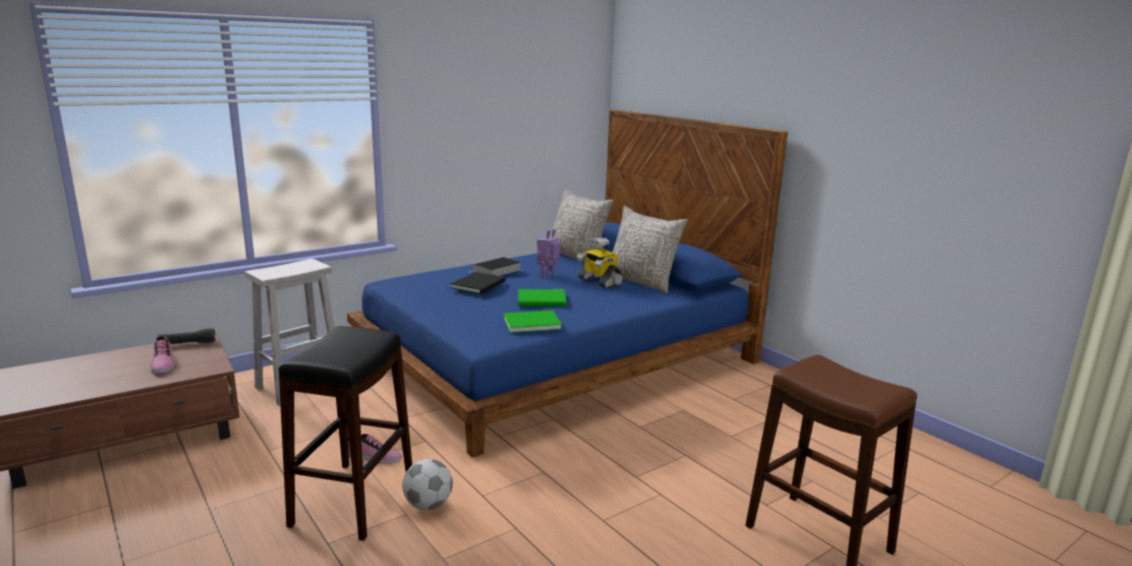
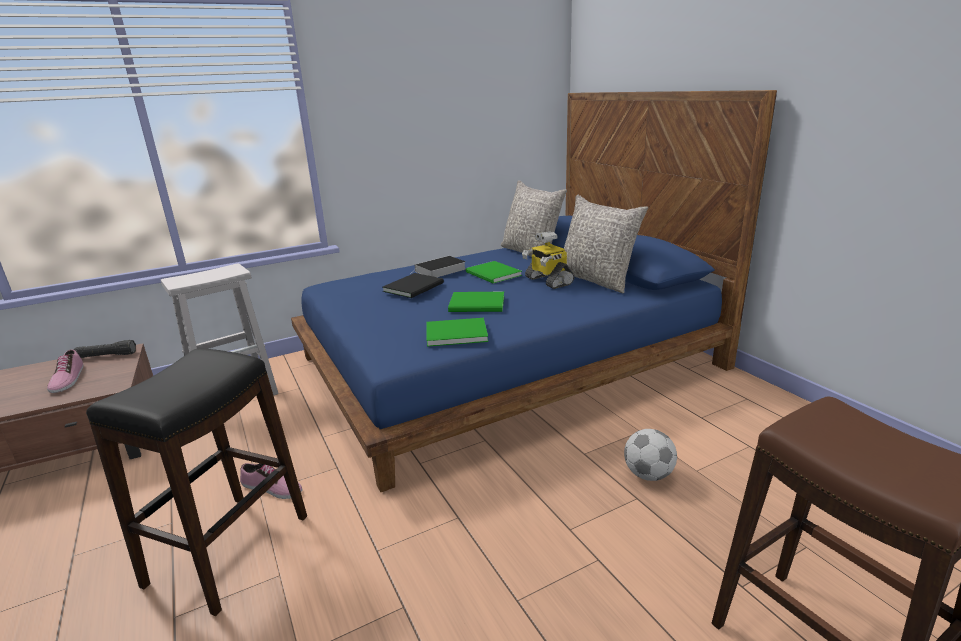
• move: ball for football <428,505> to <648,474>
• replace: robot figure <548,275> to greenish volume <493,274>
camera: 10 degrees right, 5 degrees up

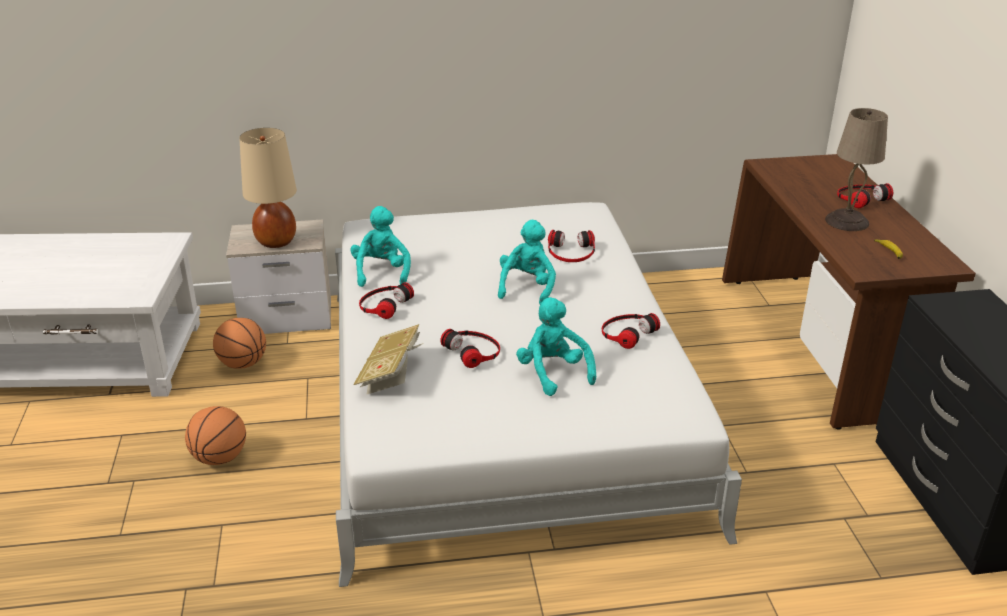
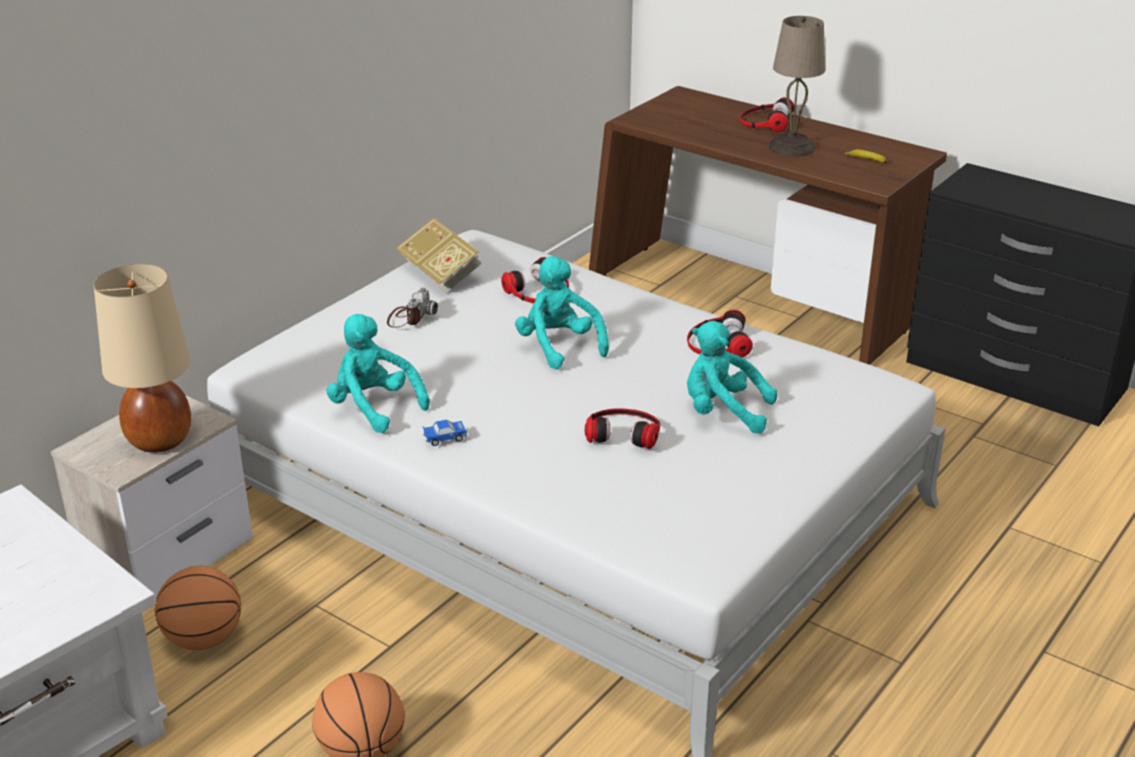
• insert: photo camera <409,317>
• move: volume <391,375> to <440,274>
• replace: pair of headphones <383,304> to model car <444,438>
camera: 45 degrees left, 0 degrees up

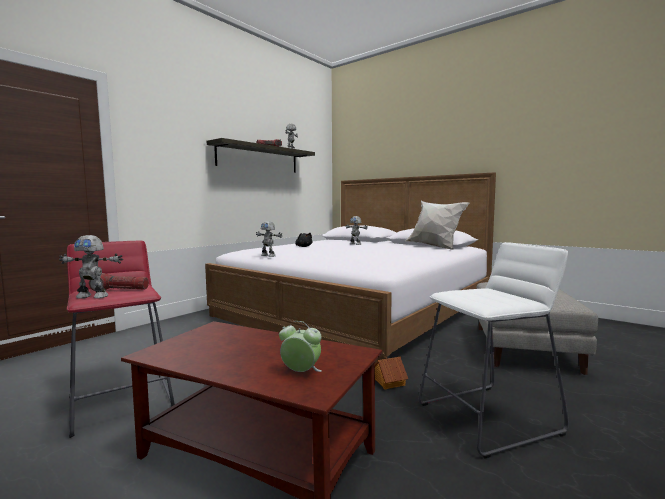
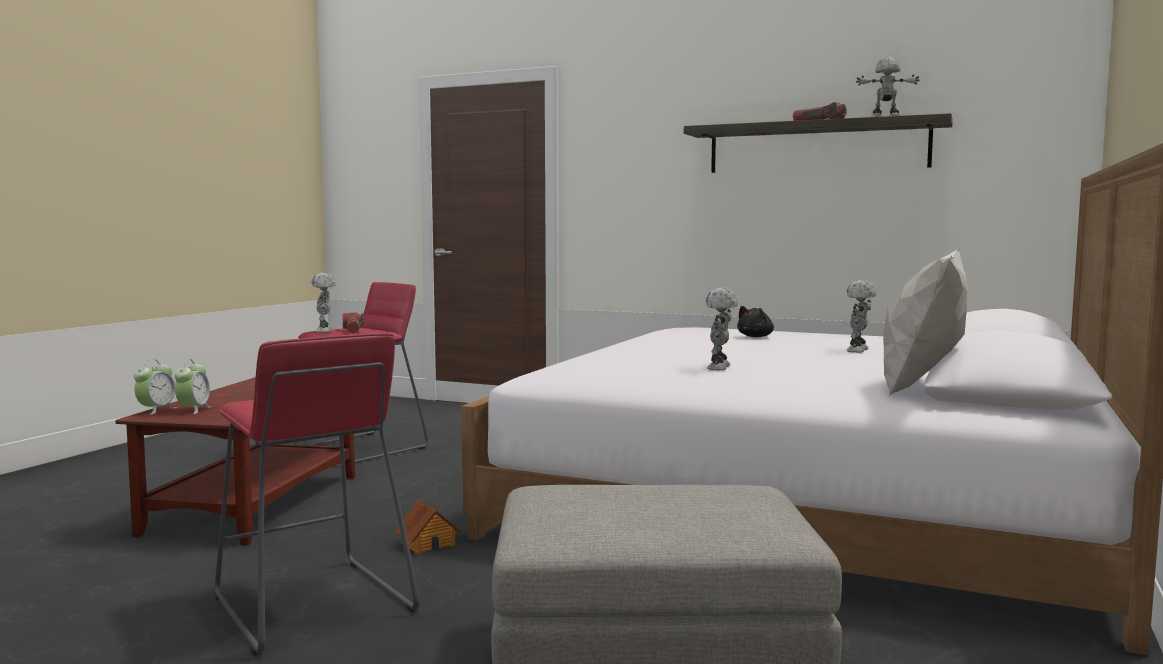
• insert: bedside clock <156,410>
• move: robot figure <268,255> to <720,367>
• recolor: white-coloured sitting stool <488,418> to red-coloured sitting stool <312,605>
camera: 75 degrees right, 0 degrees up

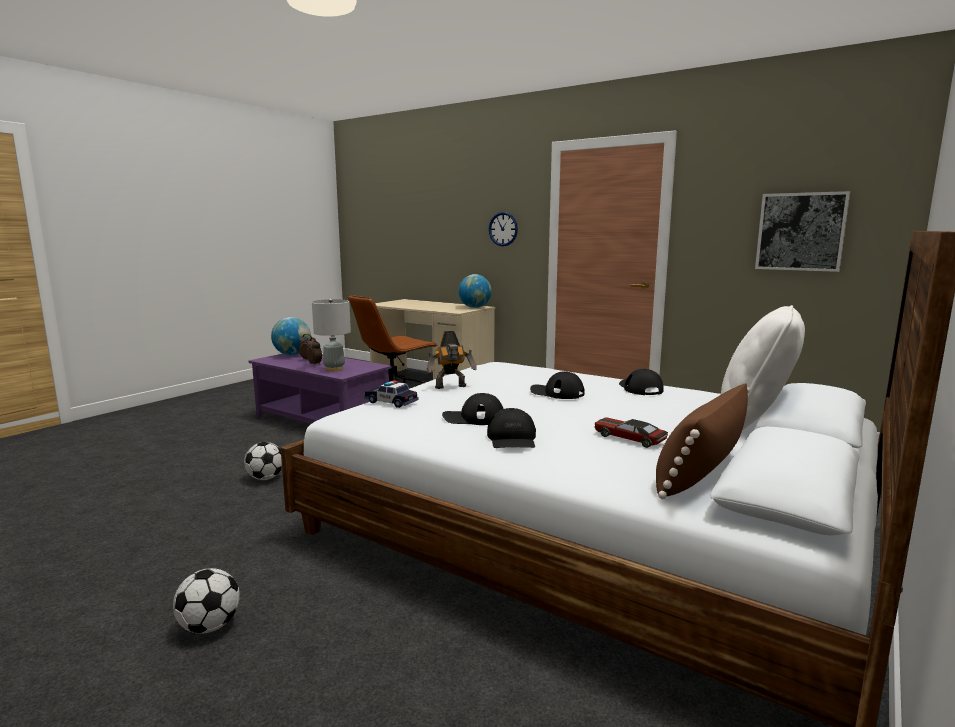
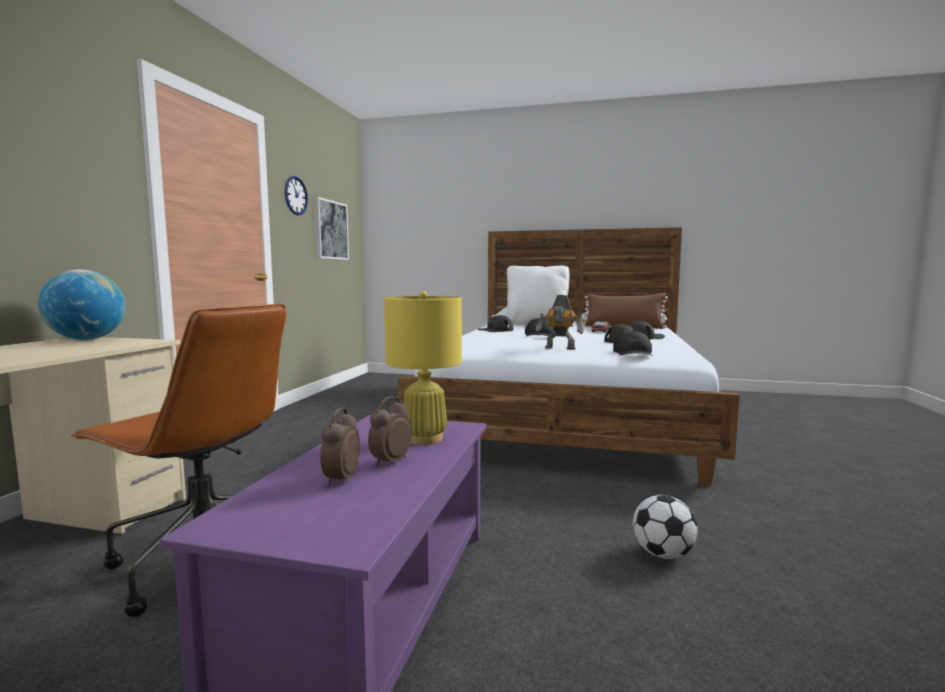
• delete: ball for football <210,626>
• delete: globe <292,355>
• move: hanging clock <503,229> to <295,195>
• replace: model car <391,402> to black-coloured cap <633,353>
• recolor: grey table lamp <334,369> to yellow-coloured table lamp <424,439>
• rotate: robot figure <451,387> = <559,348> 150 degrees clockwise
camera: 110 degrees left, 5 degrees down

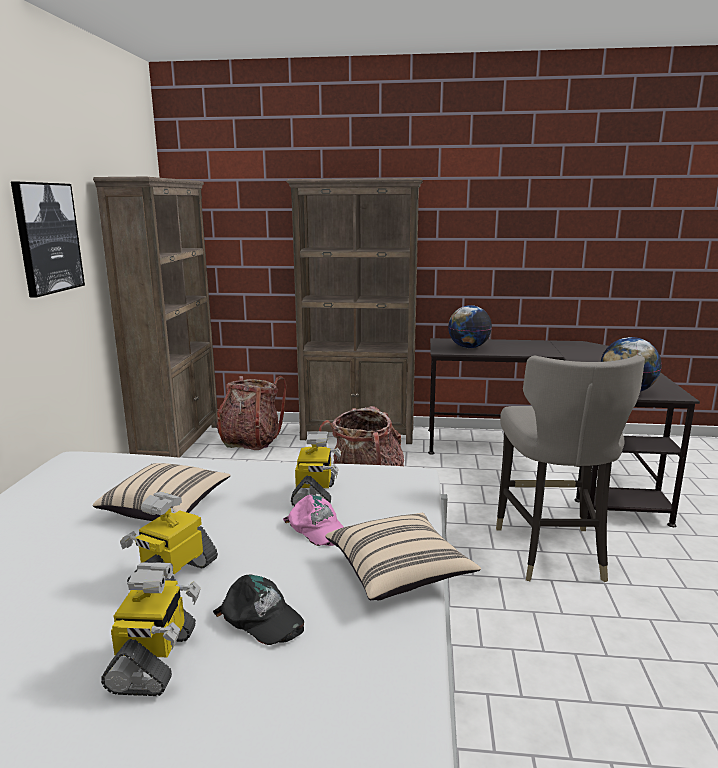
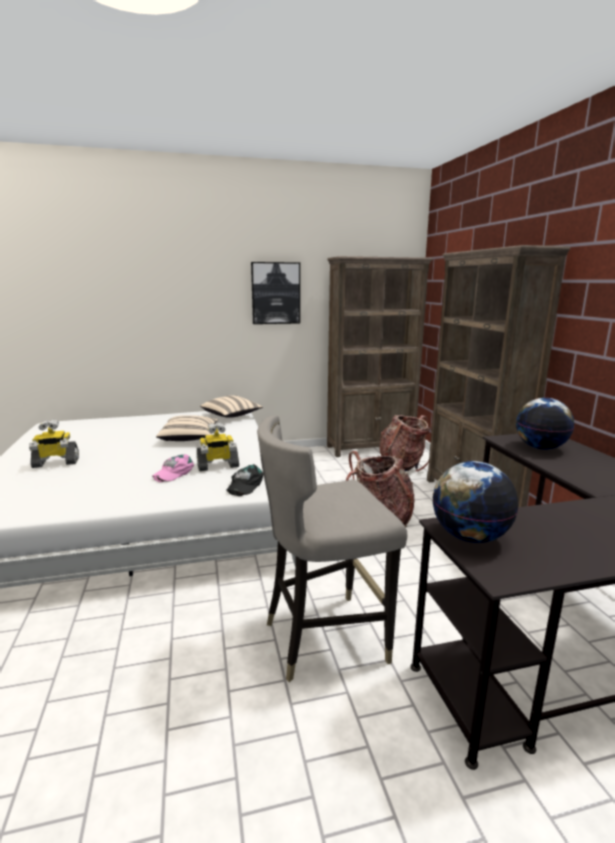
• delete: robot figure <173,575>
• move: black-coloured cap <261,618> to <244,485>
• move: sand-coloured throw pillow <399,573> to <231,415>
camera: 70 degrees right, 0 degrees up

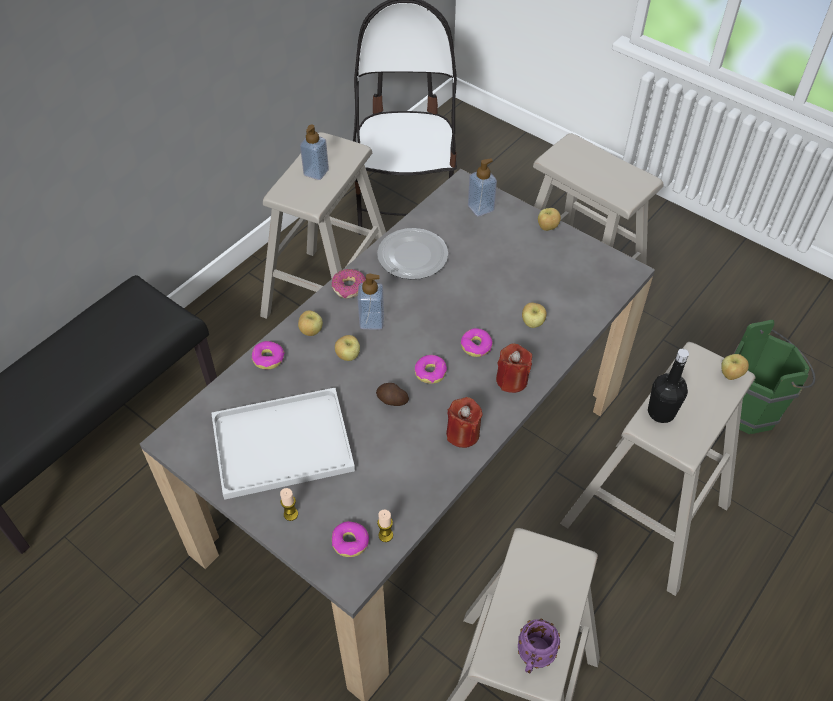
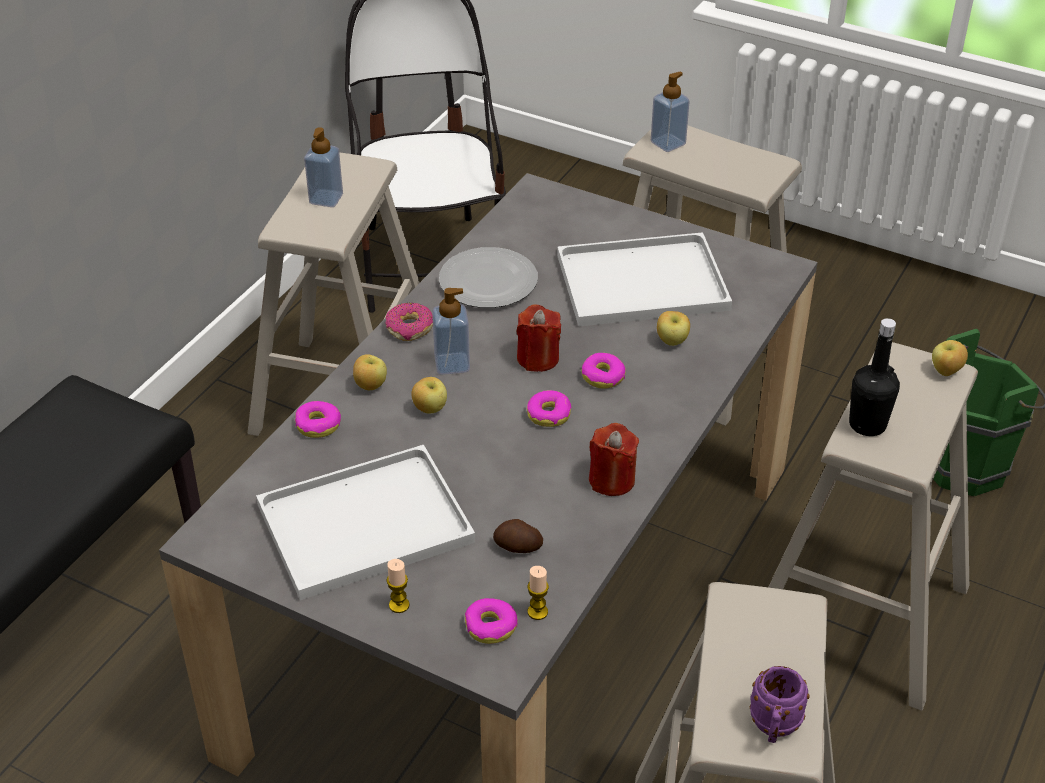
• delete: apple fruit <547,227>
• insert: white-coloured tray <639,284>
• move: potato <392,400> to <517,547>
• move: soap dispenser <480,208> to <668,143>
• move: red-coloured candle <512,380> to <538,358>
camera: 10 degrees left, 10 degrees down

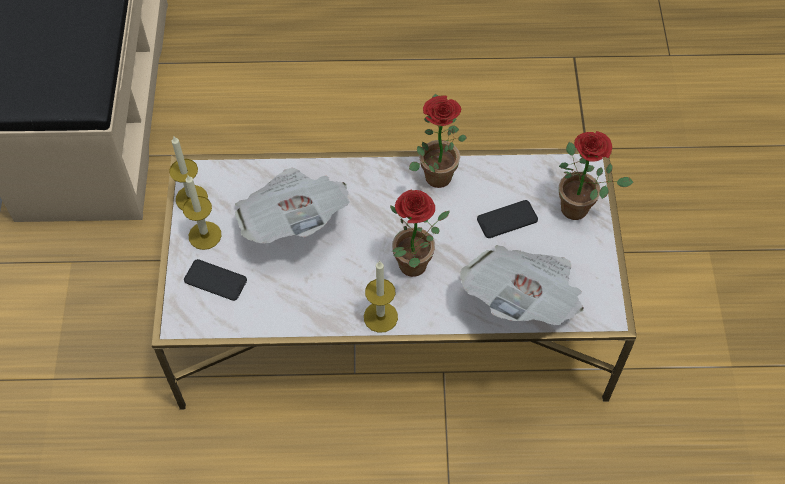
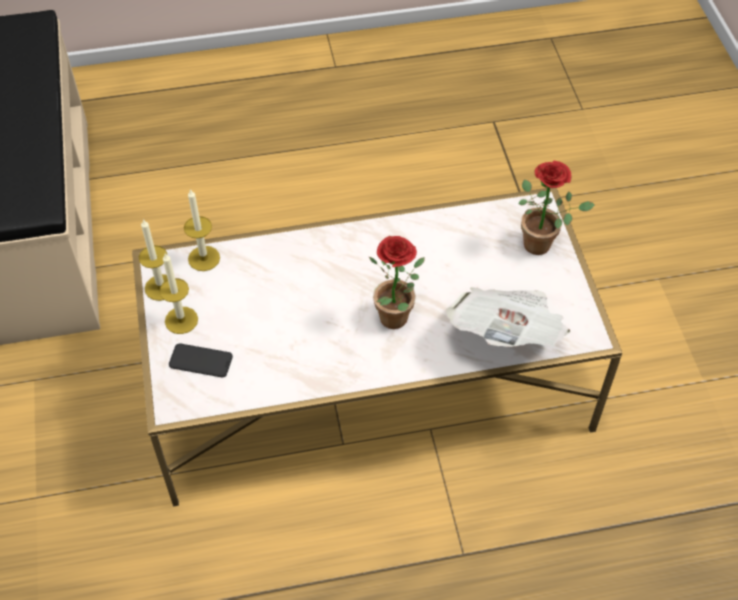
• delete: daily paper <293,220>
• delete: plant in a pot <435,172>
• delete: phone <507,219>
• move: candle <380,317> to <204,258>
camera: 10 degrees left, 5 degrees down

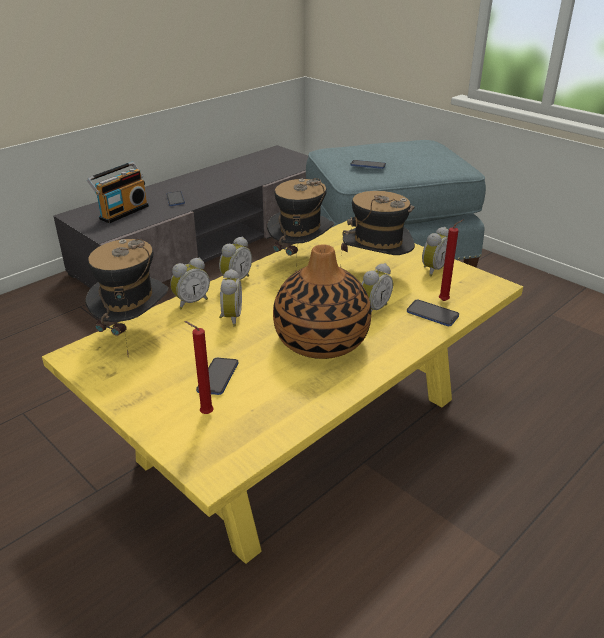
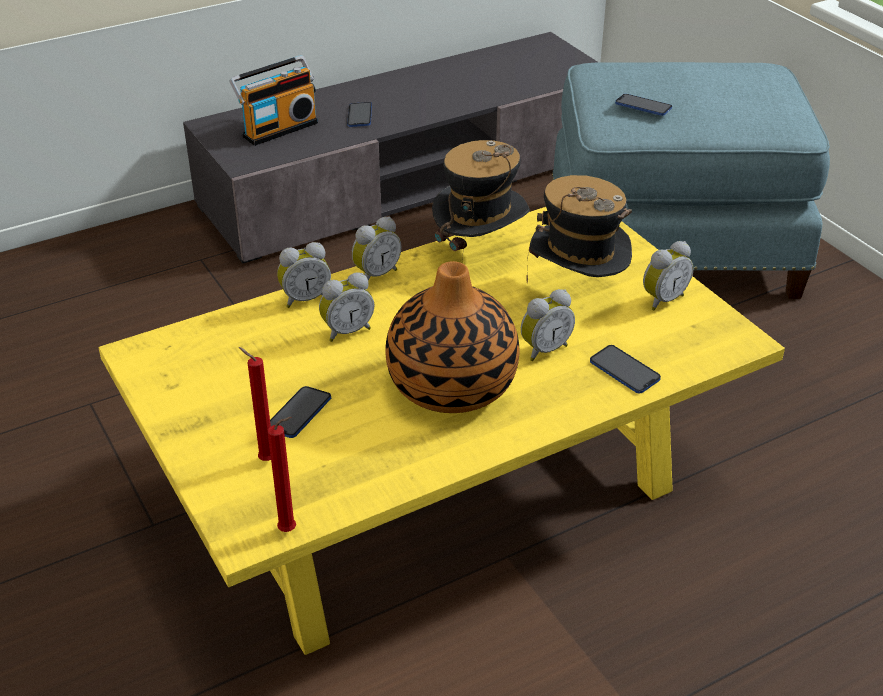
• delete: clothing hat <134,333>
• move: red-coloured candle <445,300> to <290,530>
• rotate: bedside clock <230,318> = <346,331> 45 degrees clockwise
camera: 15 degrees right, 5 degrees up

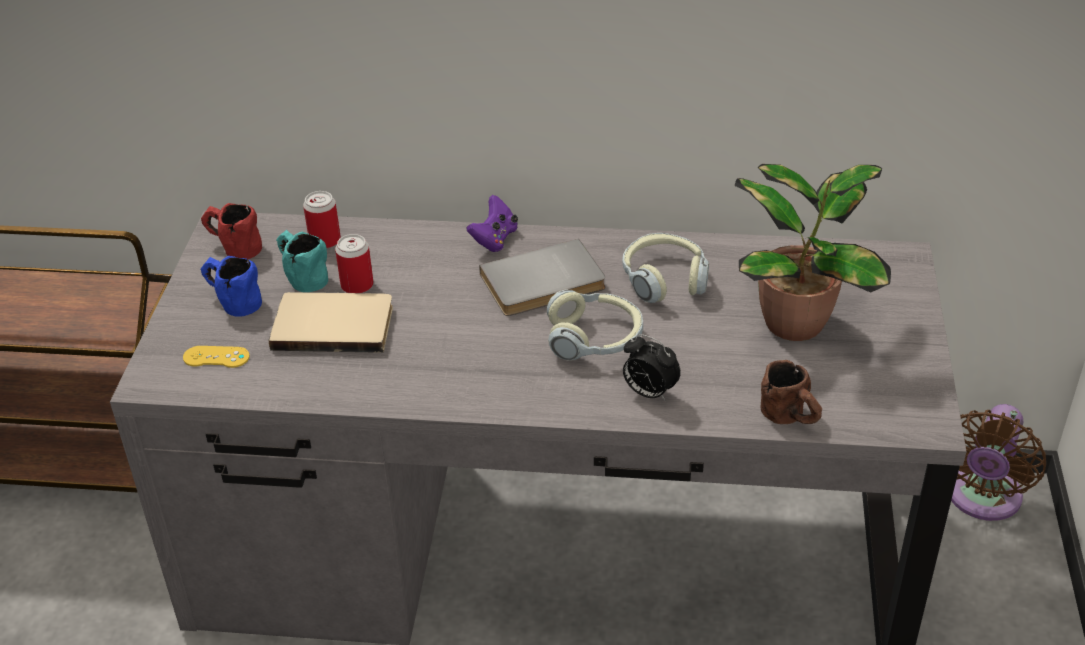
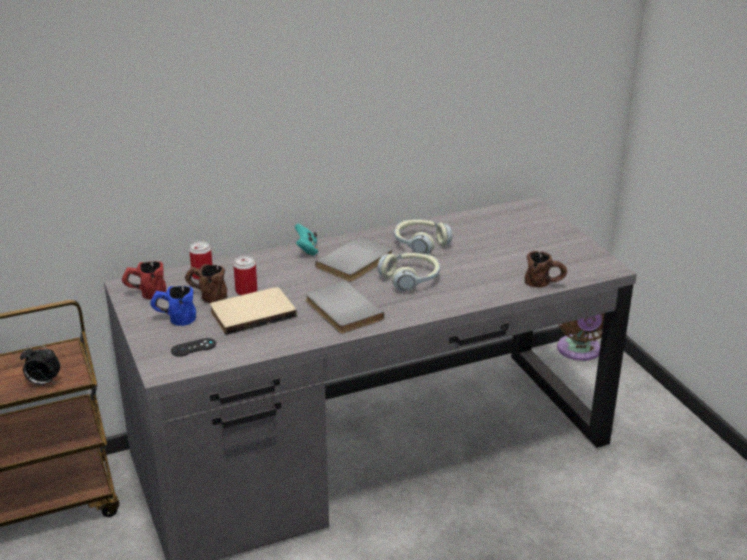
• delete: plant in a pot <798,321>
• insert: grey volume <341,310>
• move: bedside clock <648,392> to <43,383>
• recolor: yellow-coloured joypad <216,357> to black-coloured joypad <193,347>
• recolor: turquoise-coloured mug <301,276> to brown-coloured mug <206,296>
• recolor: purple-coloured joypad <494,239> to turquoise-coloured joypad <307,250>
camera: 30 degrees left, 10 degrees down

